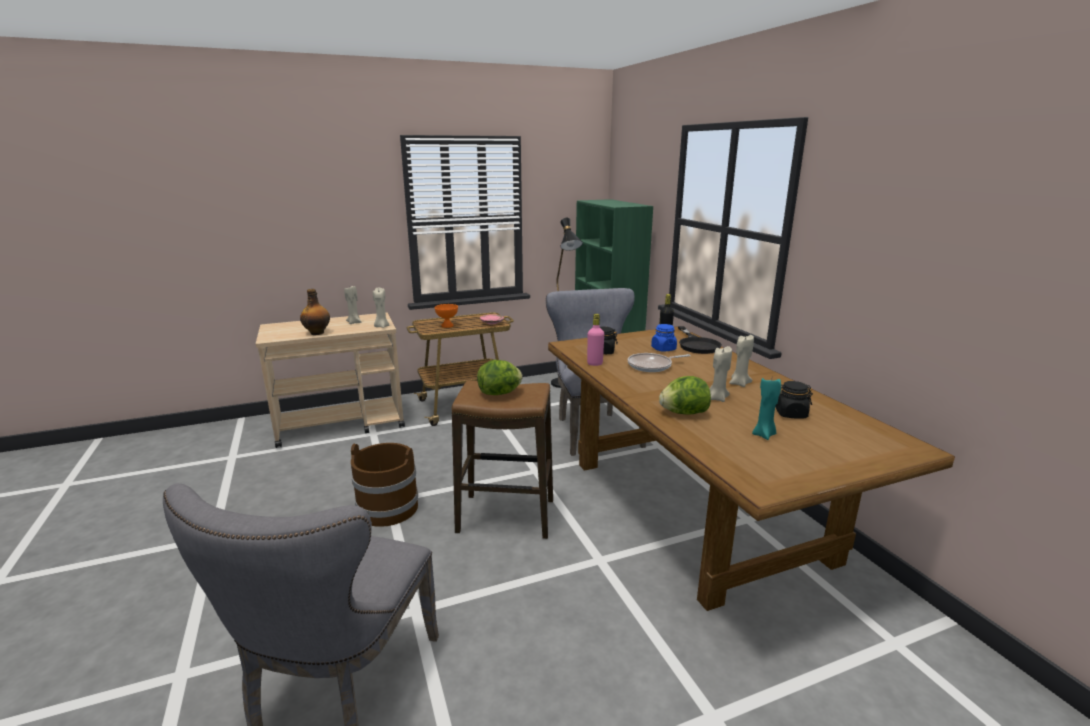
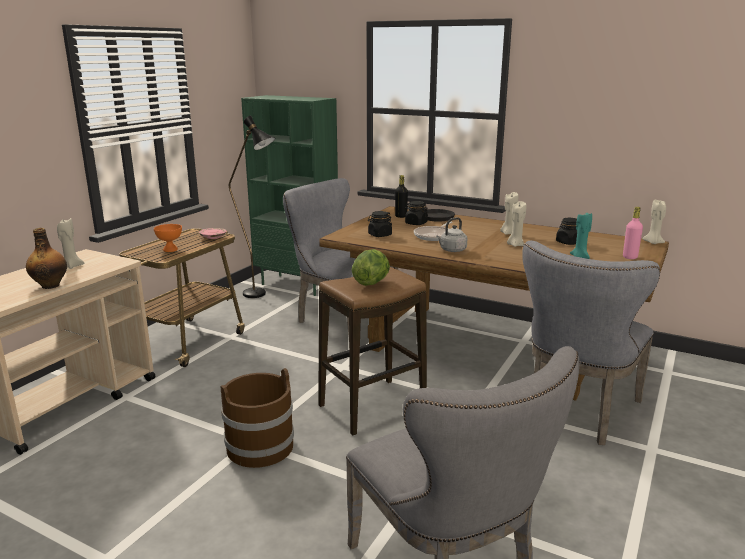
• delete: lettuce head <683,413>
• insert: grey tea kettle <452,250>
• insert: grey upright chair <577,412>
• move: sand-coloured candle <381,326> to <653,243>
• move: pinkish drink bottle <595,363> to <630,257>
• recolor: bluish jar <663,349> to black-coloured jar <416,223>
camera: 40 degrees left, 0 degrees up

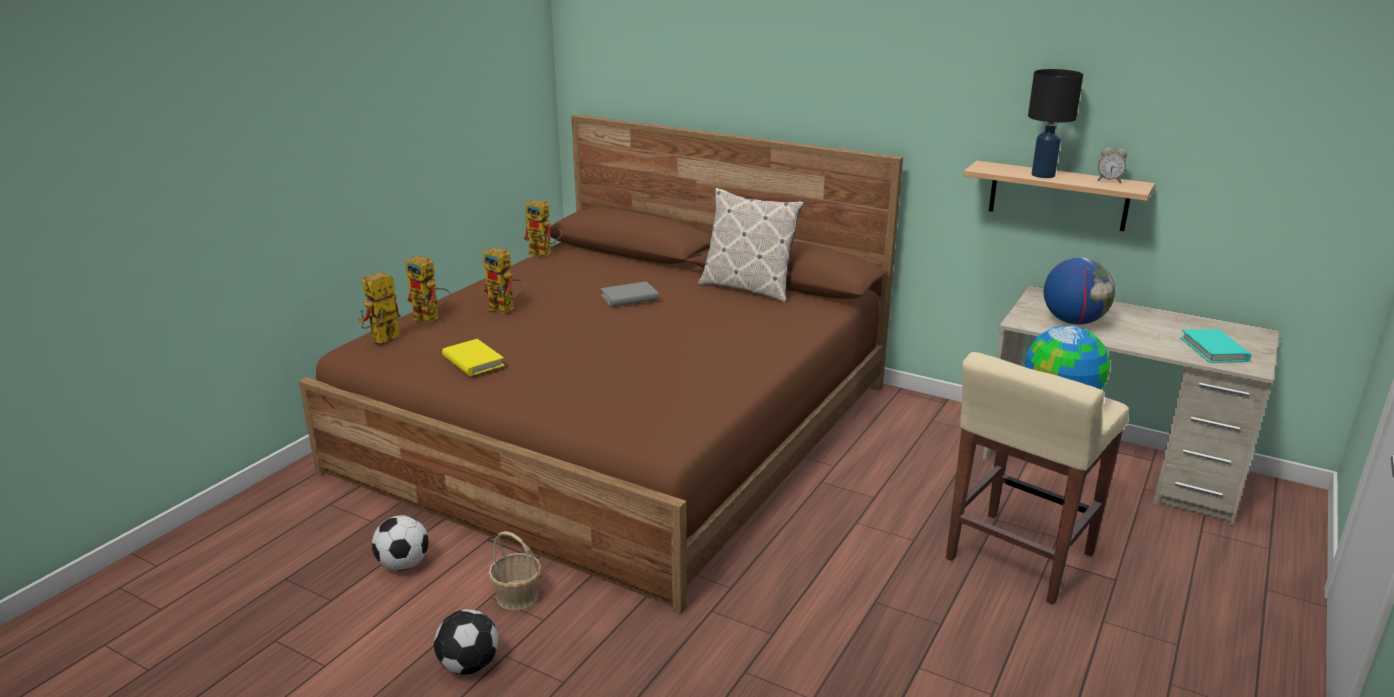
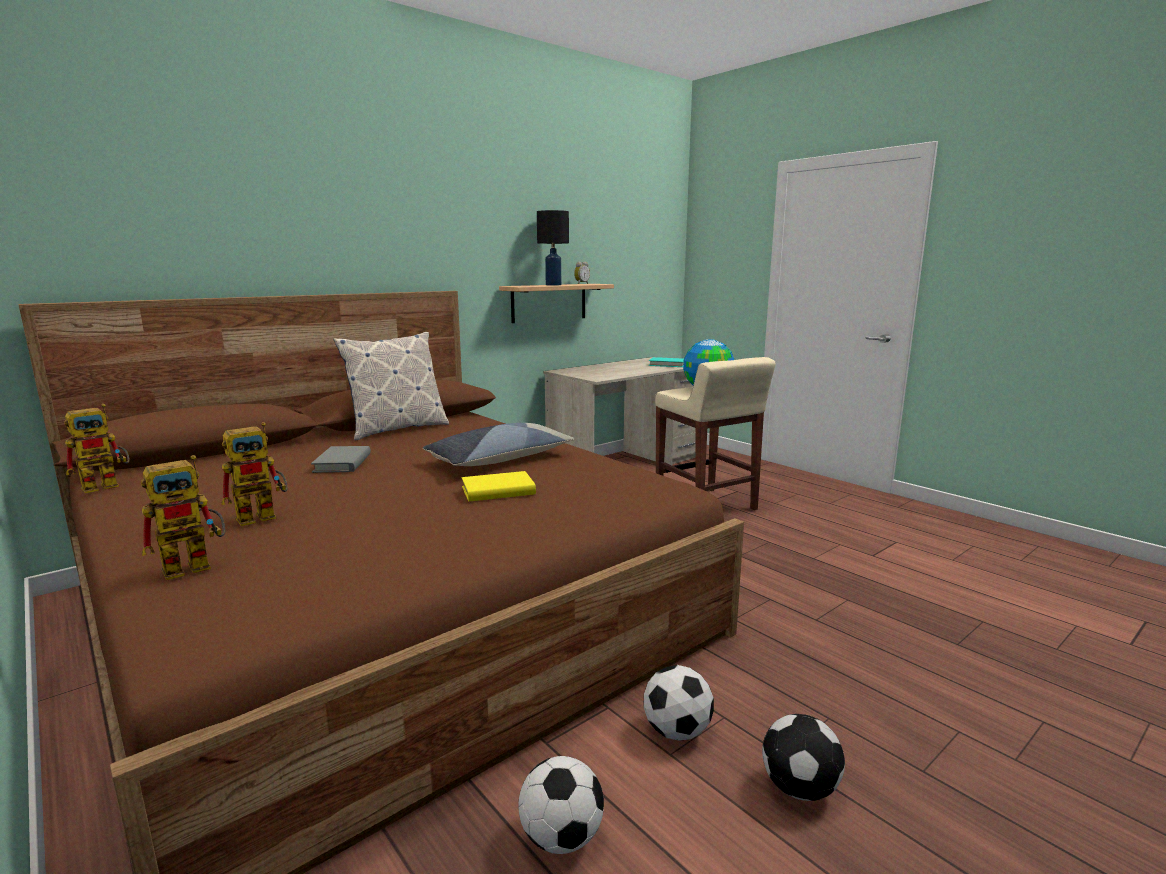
• delete: robot figure <381,340>
• delete: globe <1073,321>
• insert: throw pillow <499,459>
• move: yellow-coloured volume <473,361> to <498,491>
• replace: storage basket <517,596> to ball for football <677,731>
camera: 70 degrees left, 10 degrees down

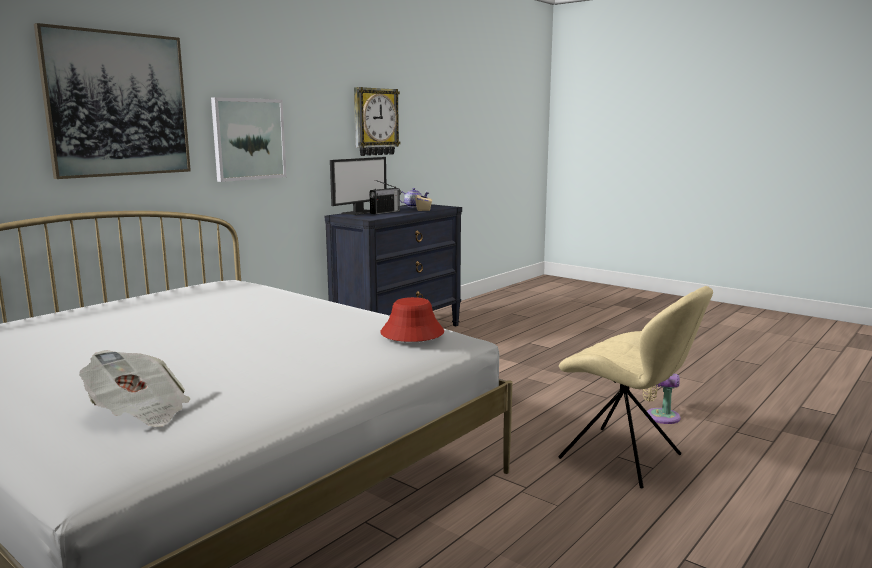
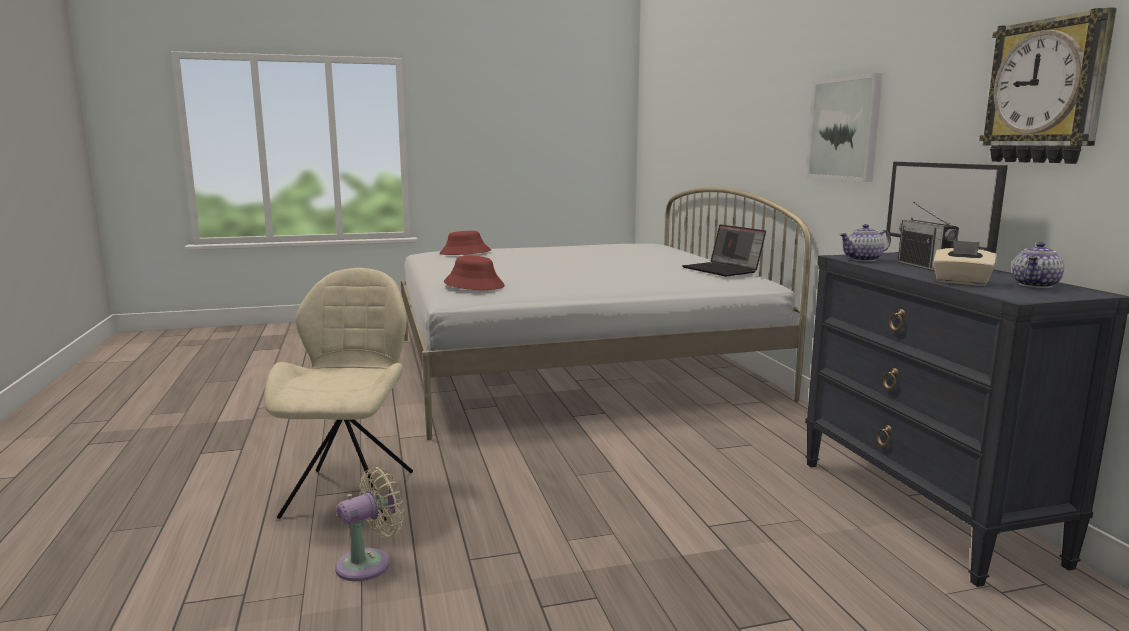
• delete: wall picture <118,104>
• insert: notebook computer <723,270>
• insert: teapot <863,259>
• replace: daily paper <139,412> to red-coloured clothing hat <465,252>
• rotate: sand-coloured upright chair <624,458> = <351,491> 105 degrees clockwise
camera: 125 degrees right, 0 degrees up

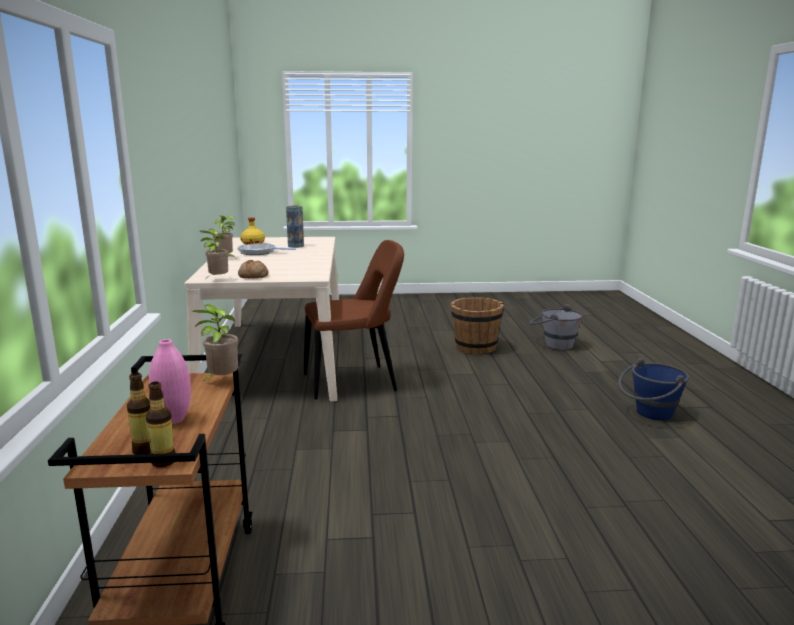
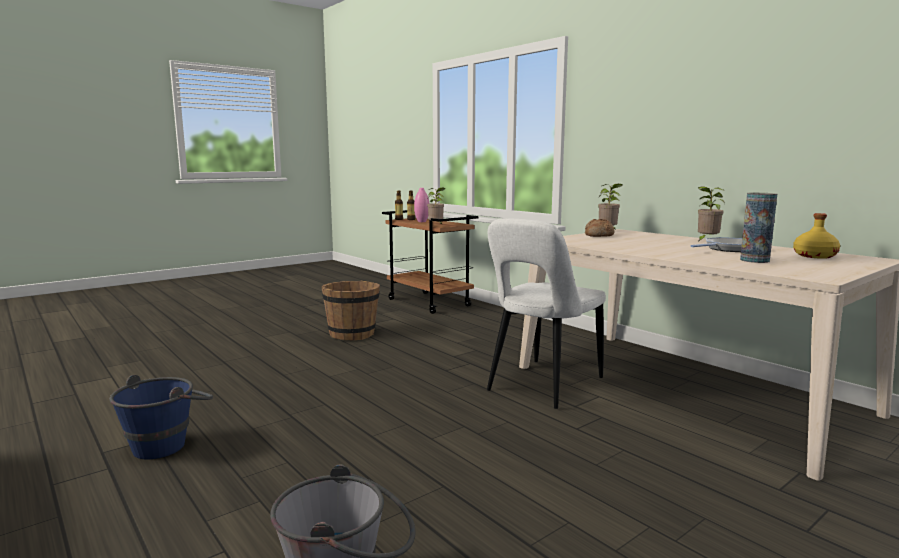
• move: brown-coloured pail <475,347> to <352,334>
• recolor: brown-coloured upright chair <354,382> to white-coloured upright chair <542,386>
camera: 145 degrees right, 5 degrees down

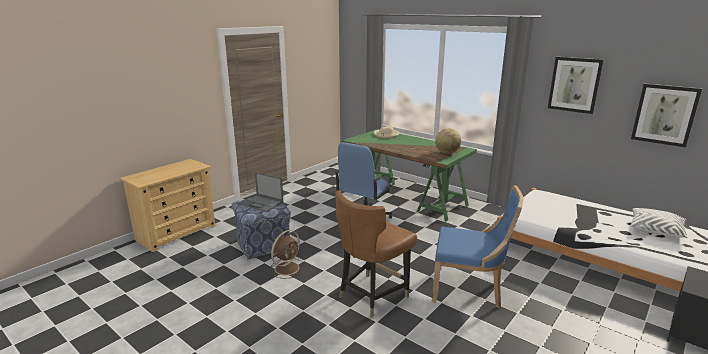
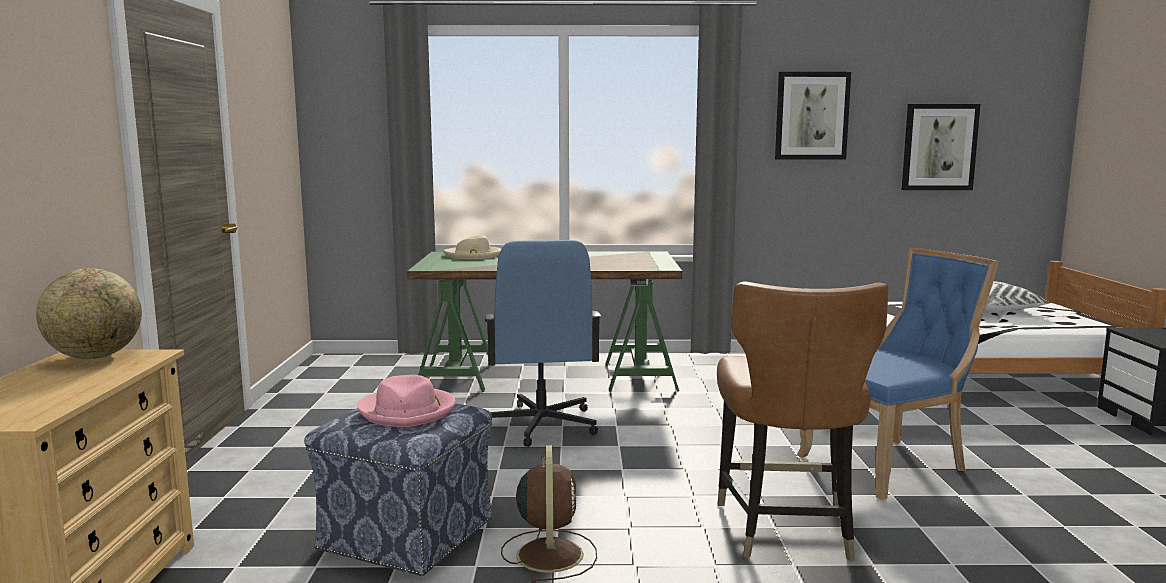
• move: globe <447,153> to <96,356>
• replace: notebook computer <262,203> to pinkish clothing hat <408,411>
camera: 40 degrees left, 10 degrees down

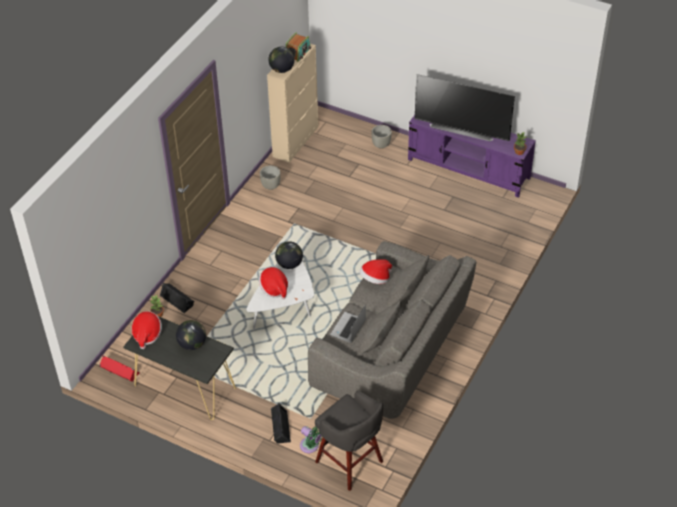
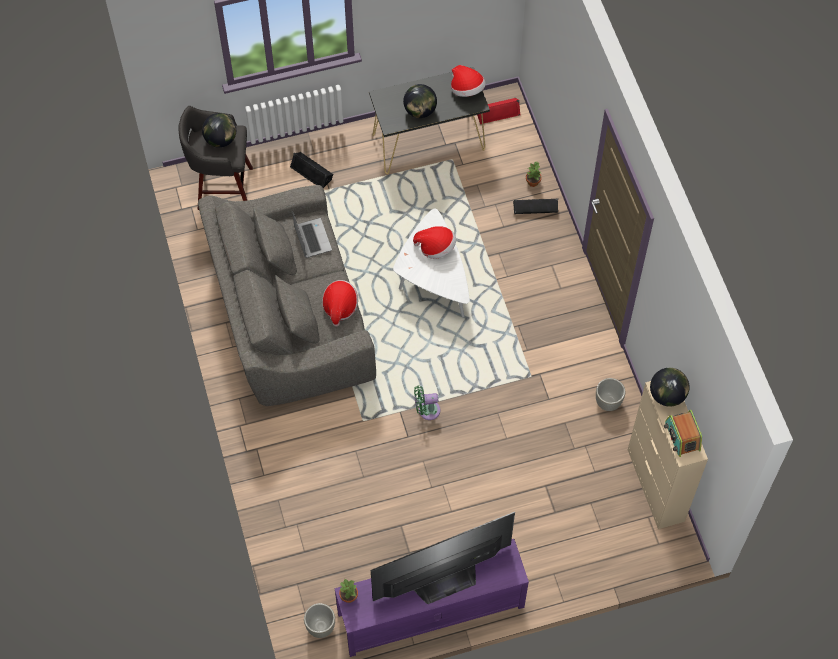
• move: globe <289,264> to <221,140>
• move: greenish cooling fan <311,446> to <426,410>
• move: grey planter <381,145> to <320,627>
camera: 135 degrees right, 15 degrees up

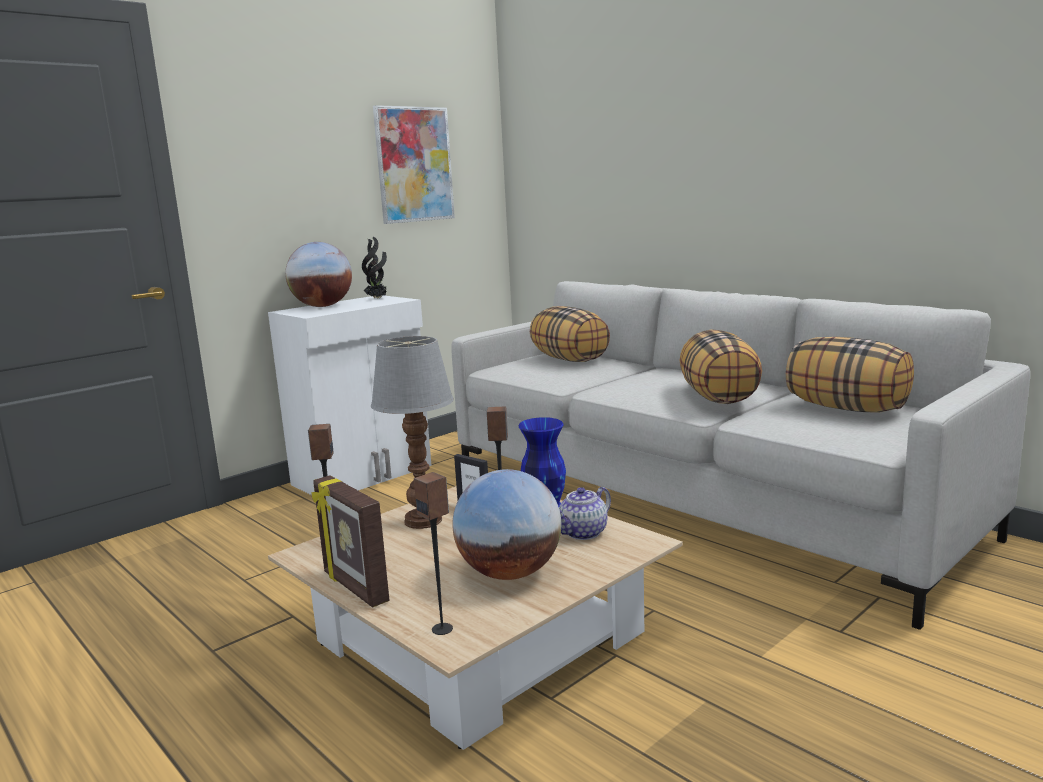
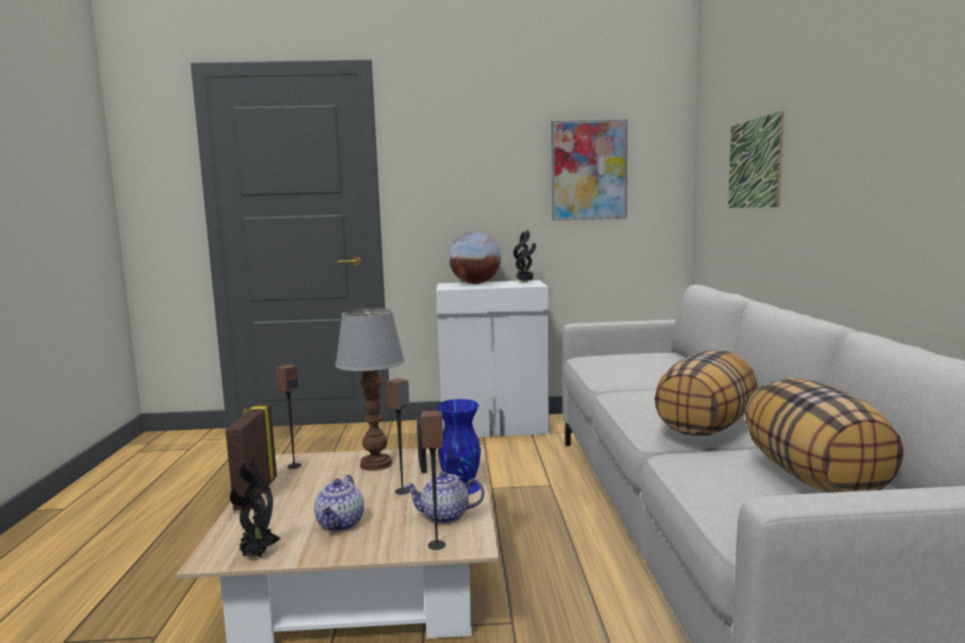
• delete: throw pillow <570,359>
• insert: plant in a pot <257,555>
• insert: wall picture <754,163>
• move: audio speaker <442,629> to <437,545>
• replace: globe <510,573> to teapot <341,524>
camera: 40 degrees right, 5 degrees down

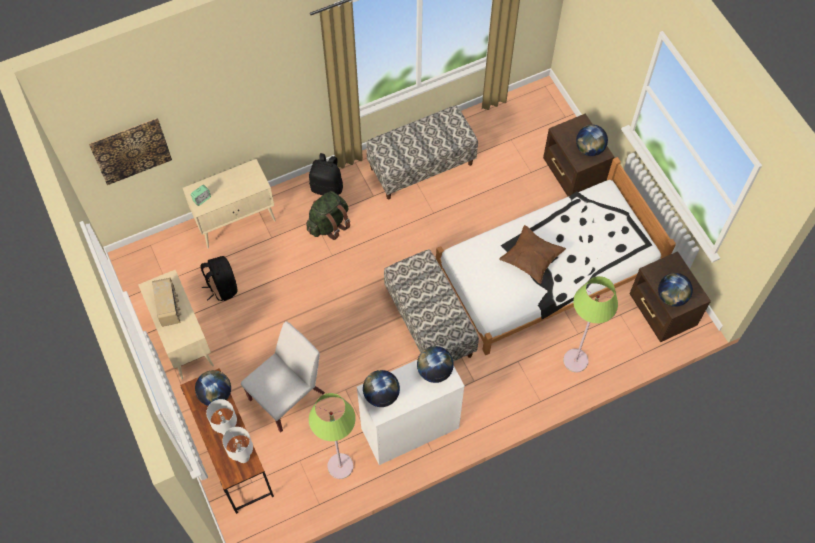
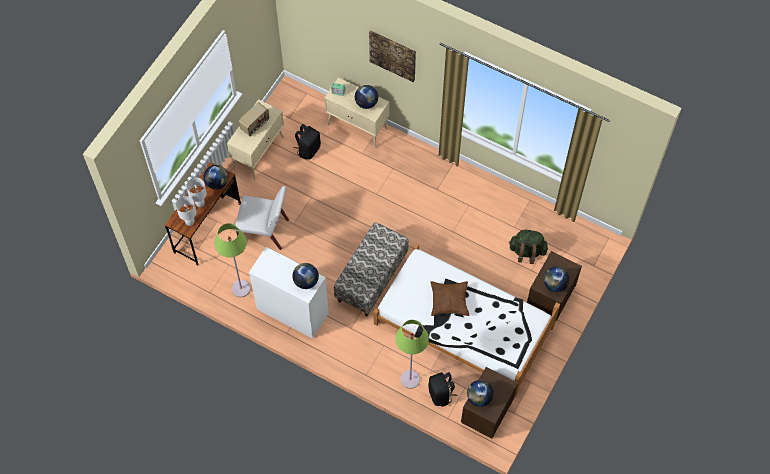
• delete: long seat <421,166>
• move: wall picture <131,150> to <393,55>
• move: greenish knapsack <329,224> to <527,251>
• move: black-coloured knapsack <327,187> to <441,394>
• move: globe <381,395> to <366,103>
camera: 55 degrees right, 0 degrees up

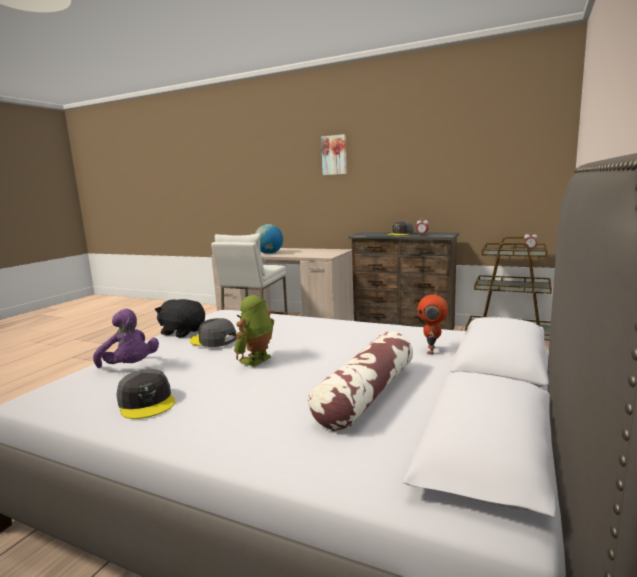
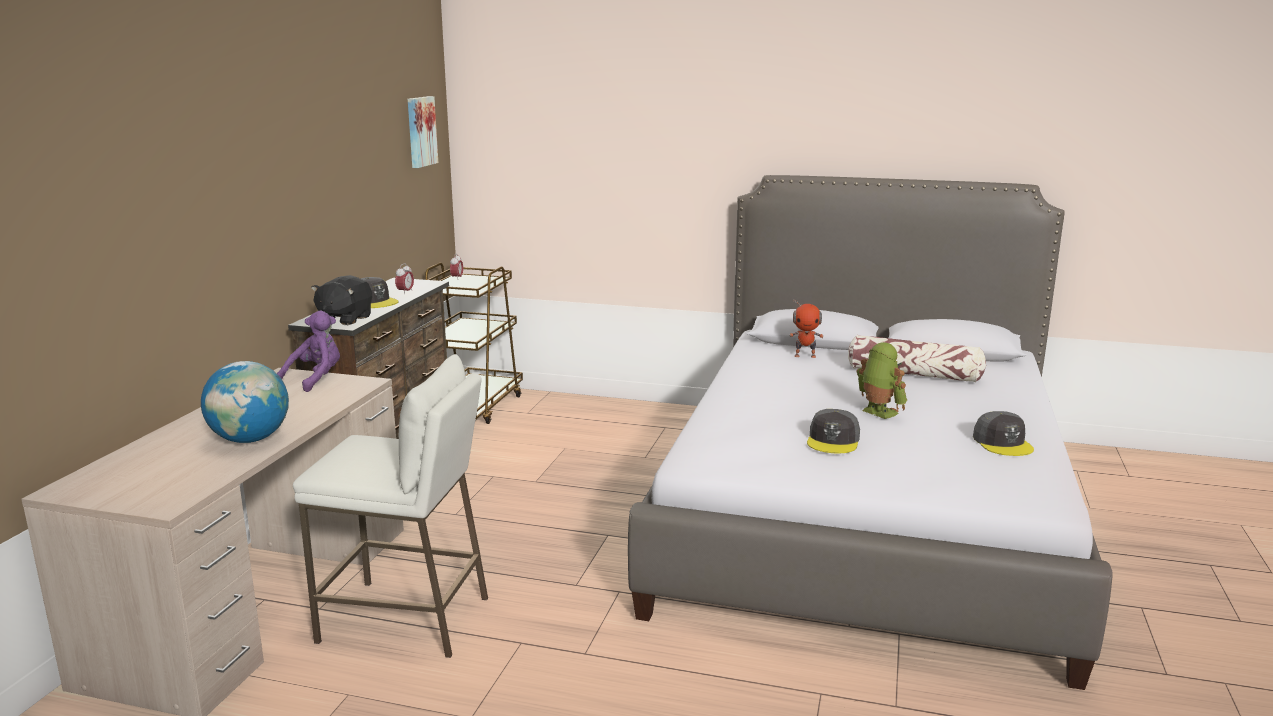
• move: purple-coloured soft toy <130,367> to <316,379>
• move: black-coloured soft toy <182,332> to <344,319>
• move: wall picture <334,155> to <420,131>
• rotate: grey cap <147,402> = <1002,443> 120 degrees clockwise
• rotate: robot figure <257,360> = <878,413> 150 degrees counterclockwise
camera: 100 degrees left, 5 degrees up

